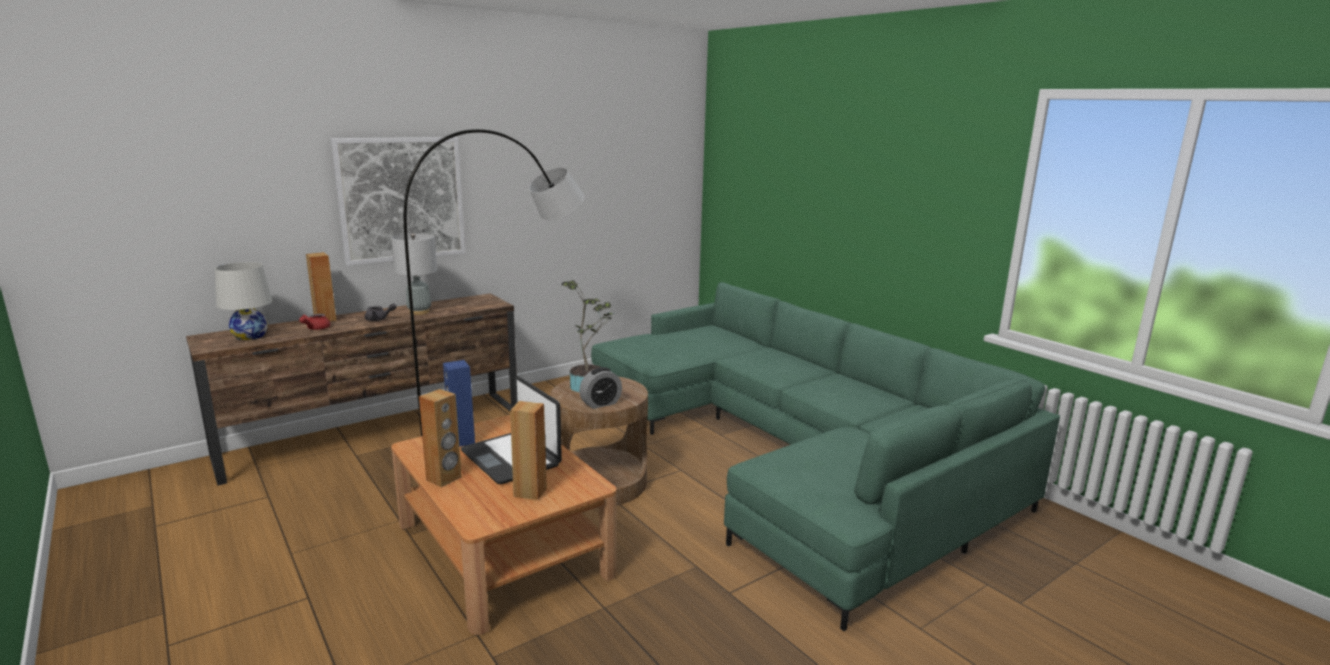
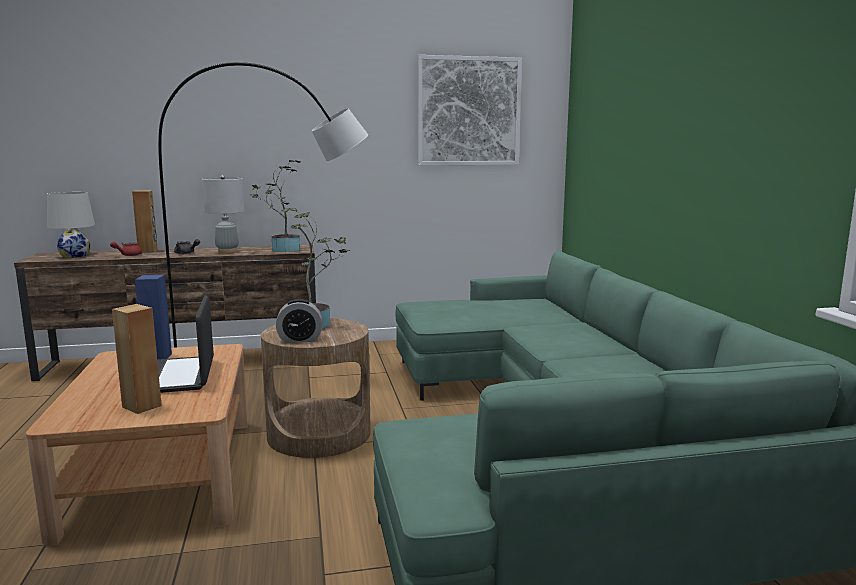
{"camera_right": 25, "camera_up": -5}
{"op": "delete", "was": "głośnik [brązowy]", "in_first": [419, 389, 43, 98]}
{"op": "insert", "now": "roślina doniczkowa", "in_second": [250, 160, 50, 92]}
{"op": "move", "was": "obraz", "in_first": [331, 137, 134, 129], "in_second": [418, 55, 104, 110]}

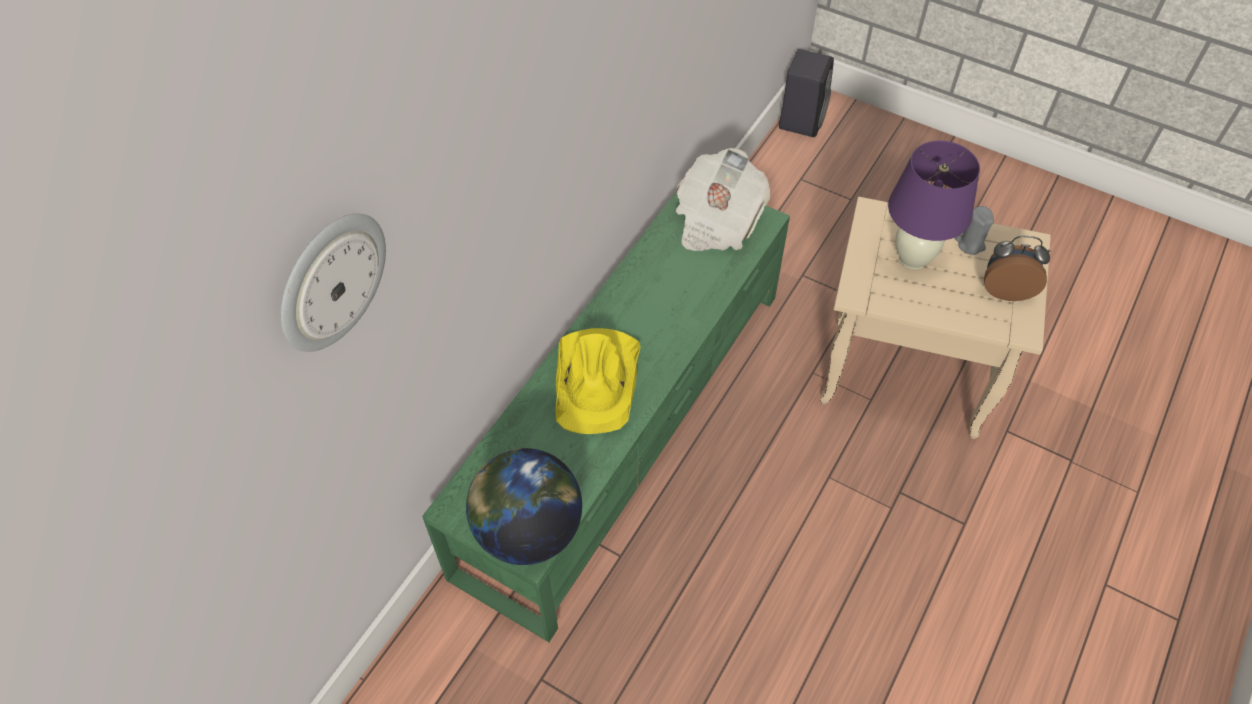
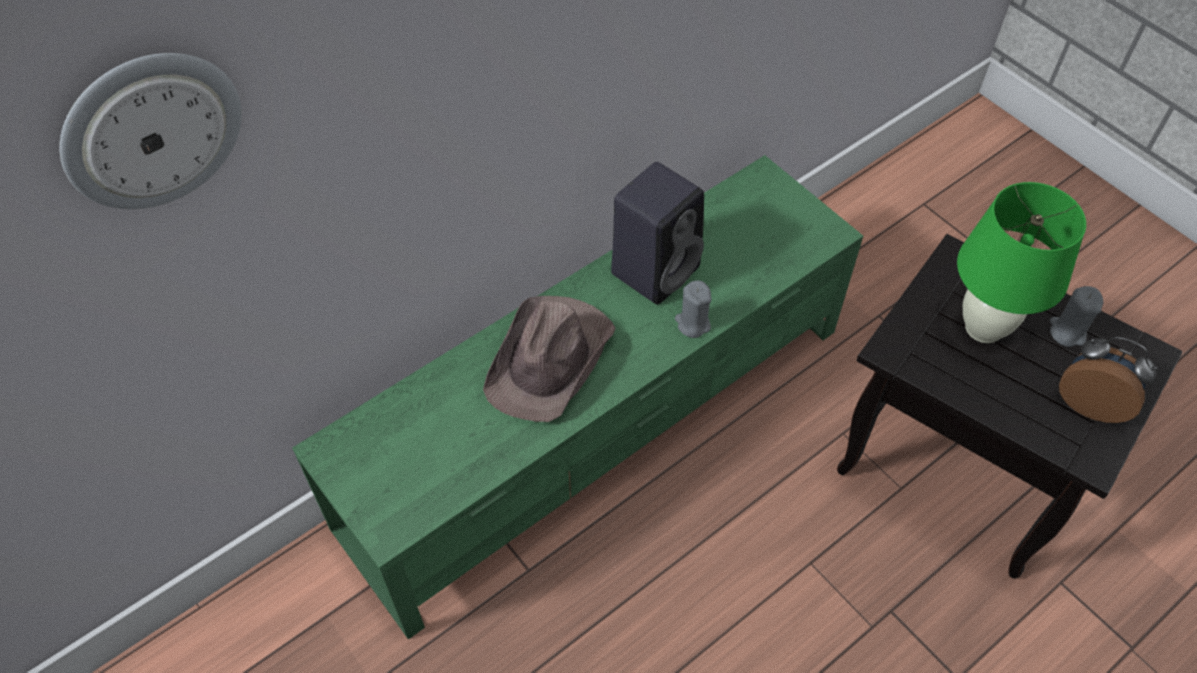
{"camera_right": 20, "camera_up": 0}
{"op": "delete", "was": "globus", "in_first": [466, 448, 116, 117]}
{"op": "delete", "was": "gazeta", "in_first": [676, 148, 94, 103]}
{"op": "insert", "now": "świeca [szary]", "in_second": [675, 281, 37, 57]}
{"op": "move", "was": "głośnik [czarny]", "in_first": [779, 49, 55, 88], "in_second": [611, 162, 93, 143]}
{"op": "recolor", "was": "kapelusz [żółty]", "now": "kapelusz [brązowy]", "in_first": [556, 328, 85, 106], "in_second": [483, 296, 133, 126]}
{"op": "recolor", "was": "stolik [beżowy]", "now": "stolik [czarny]", "in_first": [820, 197, 231, 242], "in_second": [837, 234, 346, 345]}
{"op": "recolor", "was": "lampa stołowa [fioletowy]", "now": "lampa stołowa [zielony]", "in_first": [888, 141, 92, 128], "in_second": [957, 182, 129, 161]}

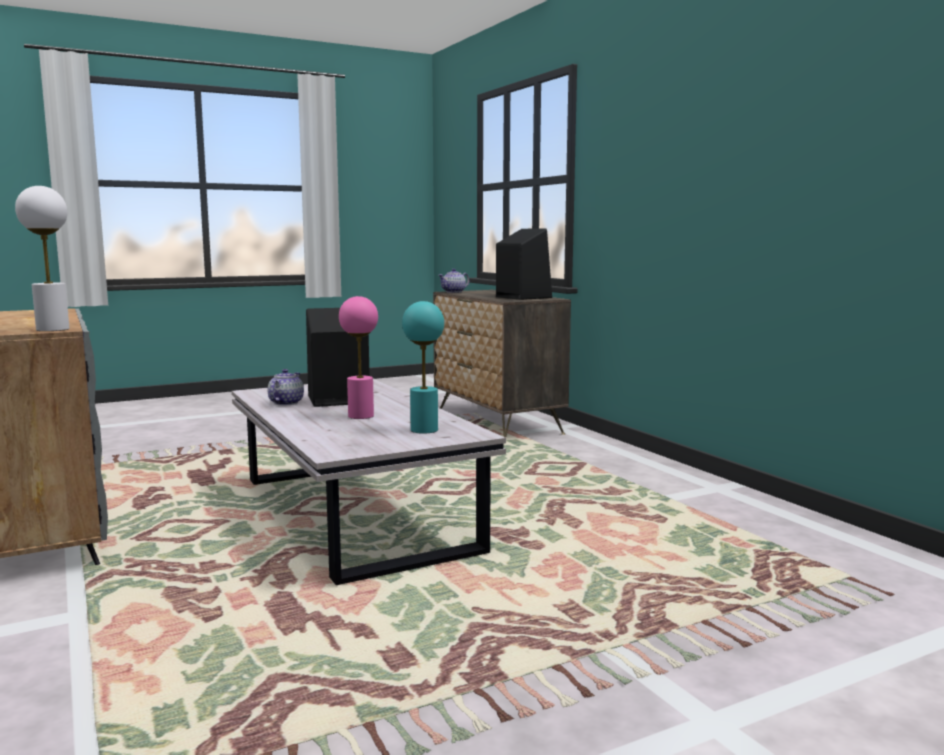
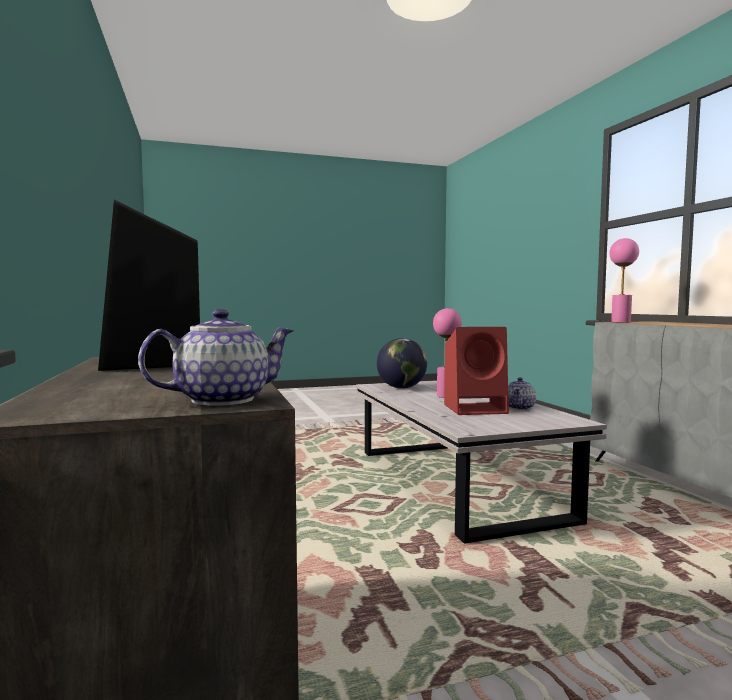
{"camera_right": -170, "camera_up": -5}
{"op": "replace", "was": "lampa stołowa [turkusowy]", "now": "globus", "in_first": [402, 301, 42, 133], "in_second": [377, 338, 50, 51]}
{"op": "recolor", "was": "lampa stołowa [biały]", "now": "lampa stołowa [różowy]", "in_first": [15, 186, 54, 145], "in_second": [609, 238, 30, 85]}
{"op": "recolor", "was": "głośnik [czarny]", "now": "głośnik [czerwony]", "in_first": [306, 308, 64, 99], "in_second": [444, 327, 65, 88]}

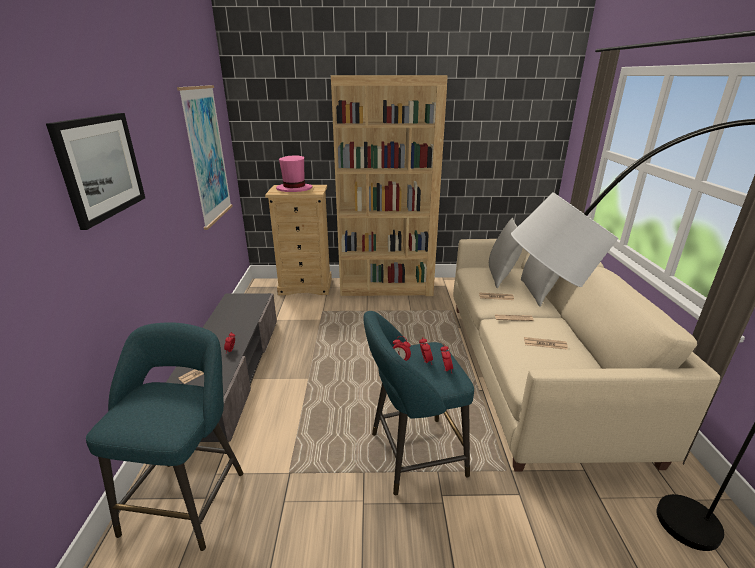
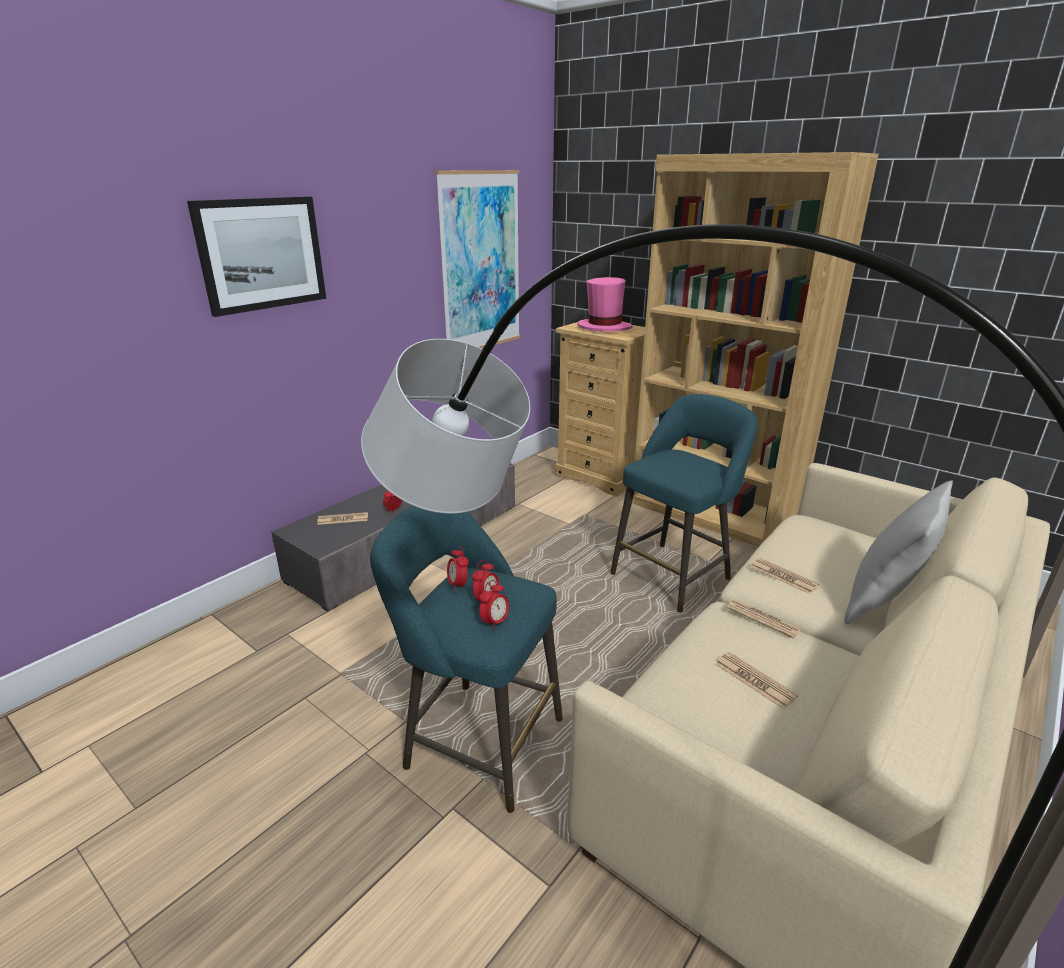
{"camera_right": 40, "camera_up": 0}
{"op": "delete", "was": "poduszka [szary]", "in_first": [489, 218, 34, 70]}
{"op": "move", "was": "stołek [turkusowy]", "in_first": [86, 322, 157, 229], "in_second": [610, 394, 148, 219]}

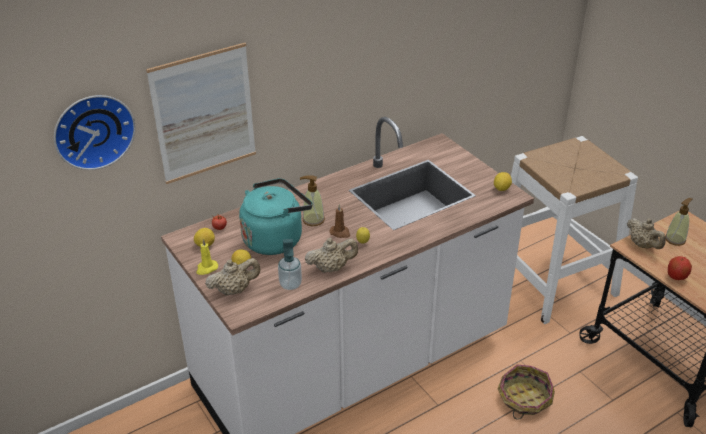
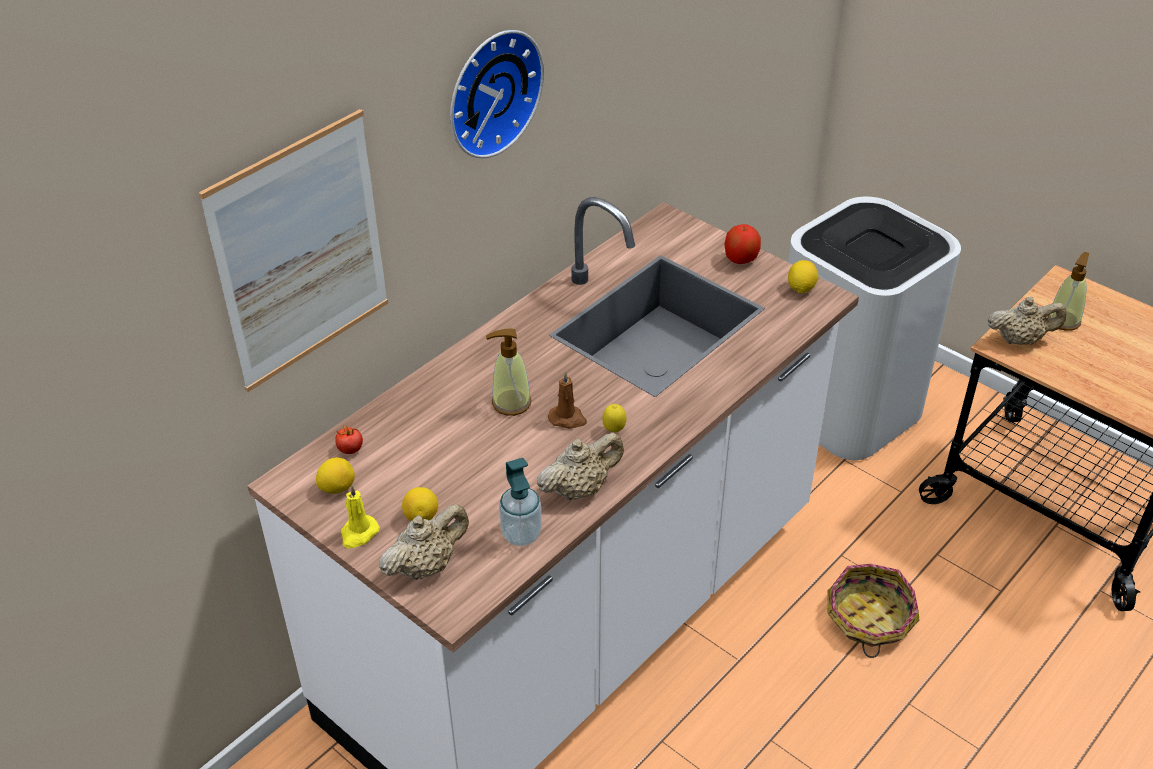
{"camera_right": -15, "camera_up": 5}
{"op": "delete", "was": "czajnik [turkusowy]", "in_first": [239, 178, 74, 77]}
{"op": "move", "was": "zegar ścienny", "in_first": [54, 95, 82, 75], "in_second": [450, 30, 94, 128]}
{"op": "move", "was": "jabłko", "in_first": [668, 256, 24, 24], "in_second": [724, 224, 37, 40]}
{"op": "replace", "was": "stołek [biały]", "now": "kosz na śmieci [biały]", "in_first": [511, 136, 127, 188], "in_second": [788, 197, 173, 263]}
{"op": "rotate", "was": "imbryk [beżowy]", "in_first": [627, 218, 39, 31], "in_second": [988, 297, 79, 48], "clockwise": -45}

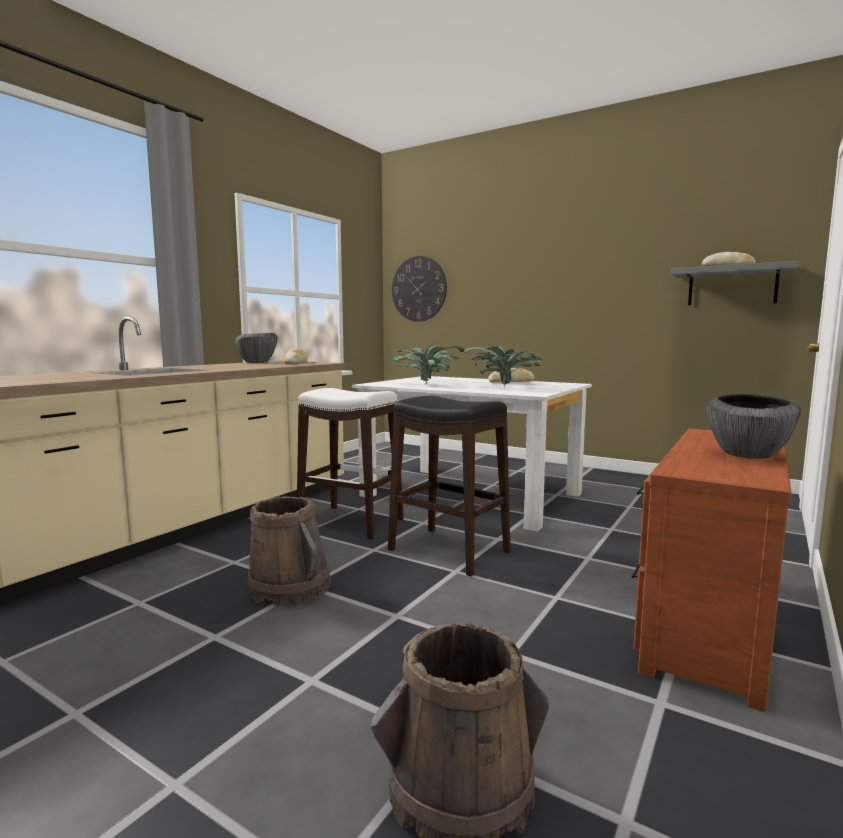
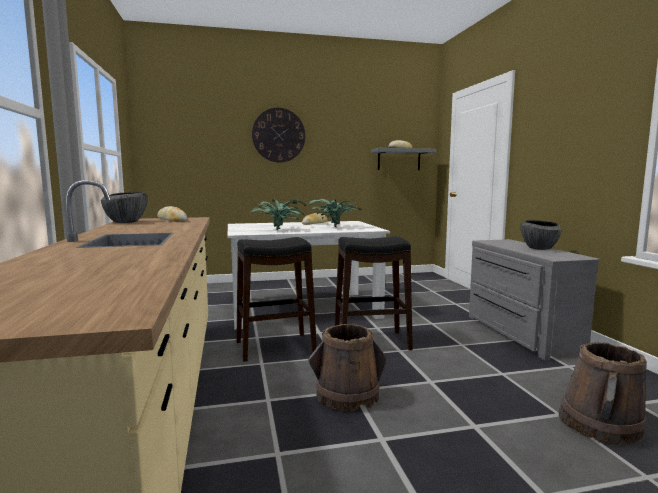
{"camera_right": -45, "camera_up": 0}
{"op": "move", "was": "zegar ścienny", "in_first": [392, 256, 55, 66], "in_second": [252, 108, 53, 55]}
{"op": "recolor", "was": "stołek [biały]", "now": "stołek [czarny]", "in_first": [297, 388, 107, 152], "in_second": [236, 237, 81, 125]}
{"op": "recolor", "was": "komoda [brązowy]", "now": "komoda [szary]", "in_first": [632, 428, 160, 284], "in_second": [469, 239, 130, 121]}

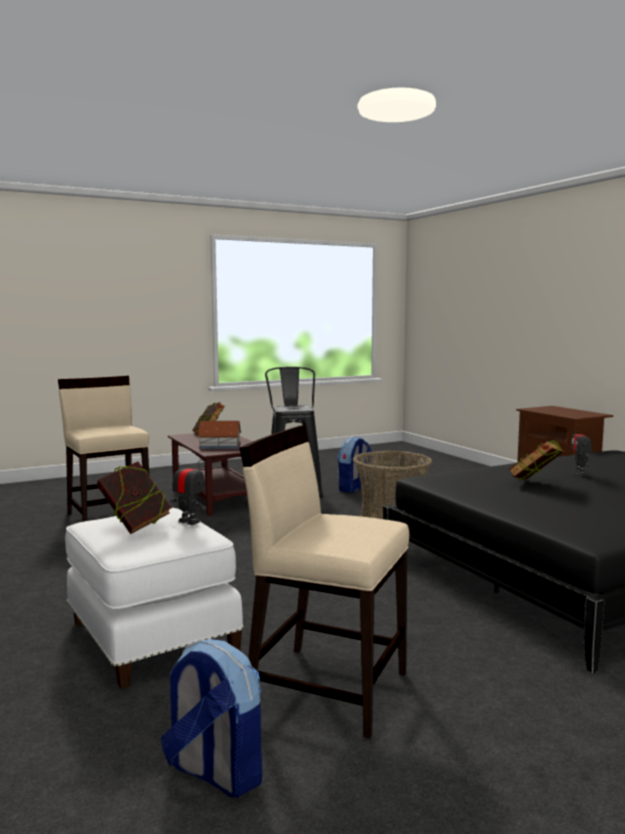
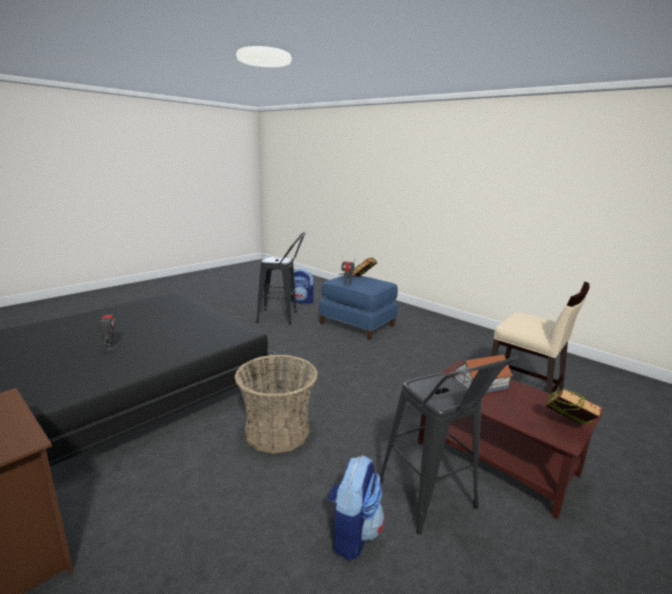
{"camera_right": 160, "camera_up": 10}
{"op": "delete", "was": "książka", "in_first": [509, 441, 55, 39]}
{"op": "replace", "was": "krzesło [beżowy]", "now": "stołek [czarny]", "in_first": [240, 425, 169, 314], "in_second": [256, 232, 50, 93]}
{"op": "recolor", "was": "pufa [biały]", "now": "pufa [niebieski]", "in_first": [65, 508, 179, 181], "in_second": [318, 275, 80, 65]}

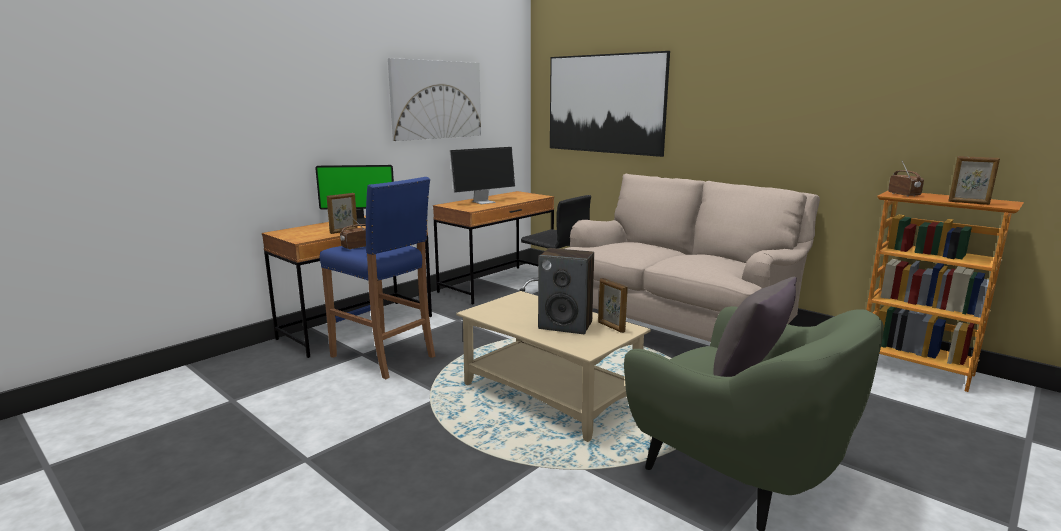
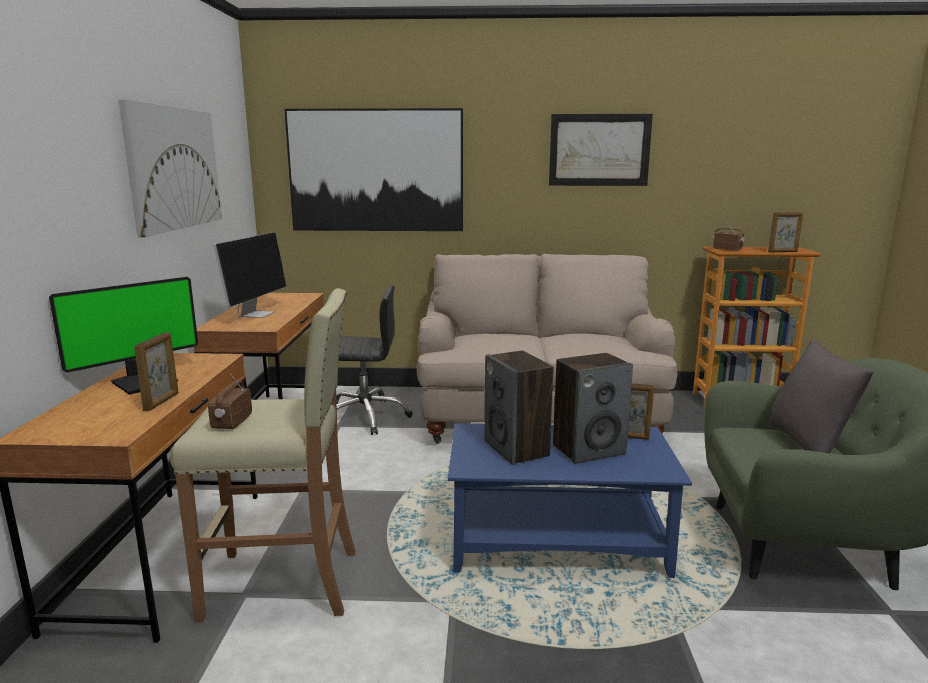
{"camera_right": -40, "camera_up": 0}
{"op": "insert", "now": "głośnik", "in_second": [485, 351, 68, 114]}
{"op": "insert", "now": "obraz", "in_second": [549, 114, 104, 72]}
{"op": "recolor", "was": "stołek [niebieski]", "now": "stołek [beżowy]", "in_first": [320, 177, 115, 202], "in_second": [170, 288, 186, 334]}
{"op": "recolor", "was": "ława [beżowy]", "now": "ława [niebieski]", "in_first": [456, 291, 195, 151], "in_second": [448, 423, 244, 155]}

